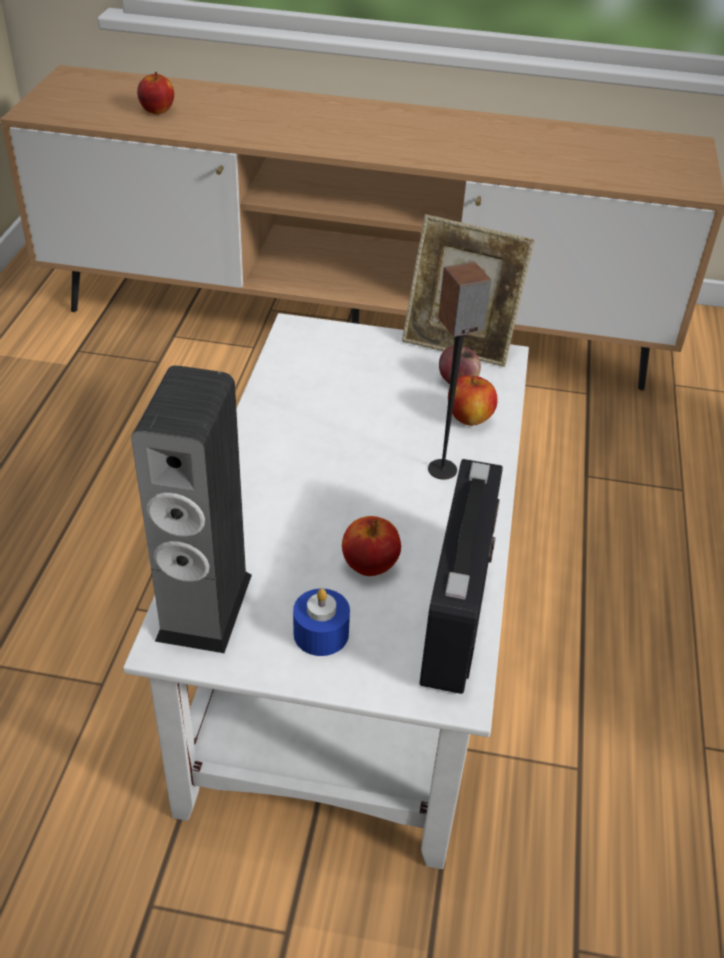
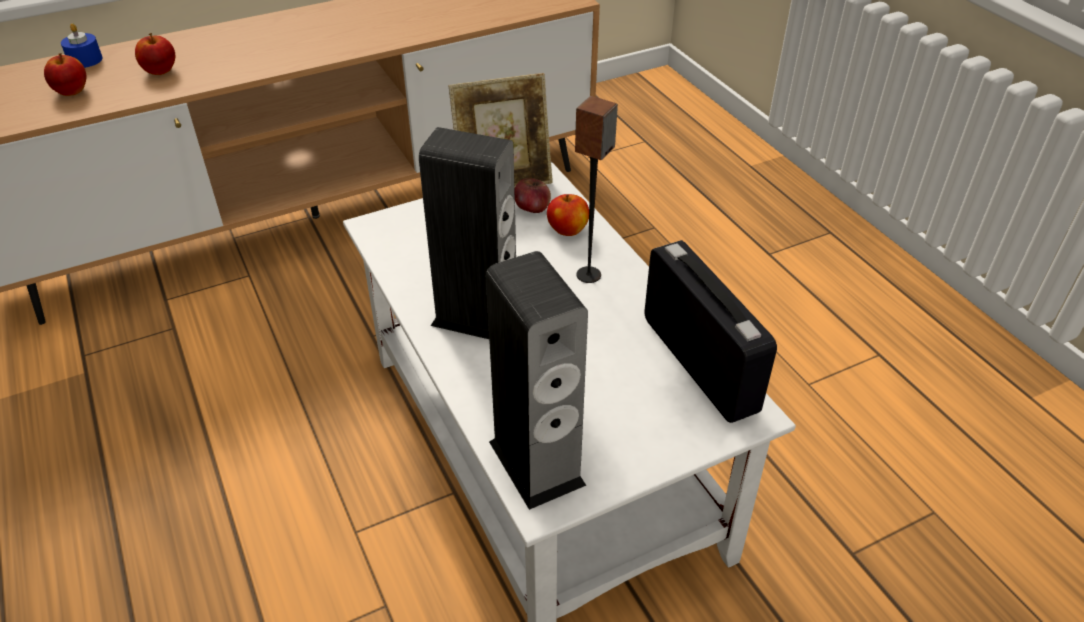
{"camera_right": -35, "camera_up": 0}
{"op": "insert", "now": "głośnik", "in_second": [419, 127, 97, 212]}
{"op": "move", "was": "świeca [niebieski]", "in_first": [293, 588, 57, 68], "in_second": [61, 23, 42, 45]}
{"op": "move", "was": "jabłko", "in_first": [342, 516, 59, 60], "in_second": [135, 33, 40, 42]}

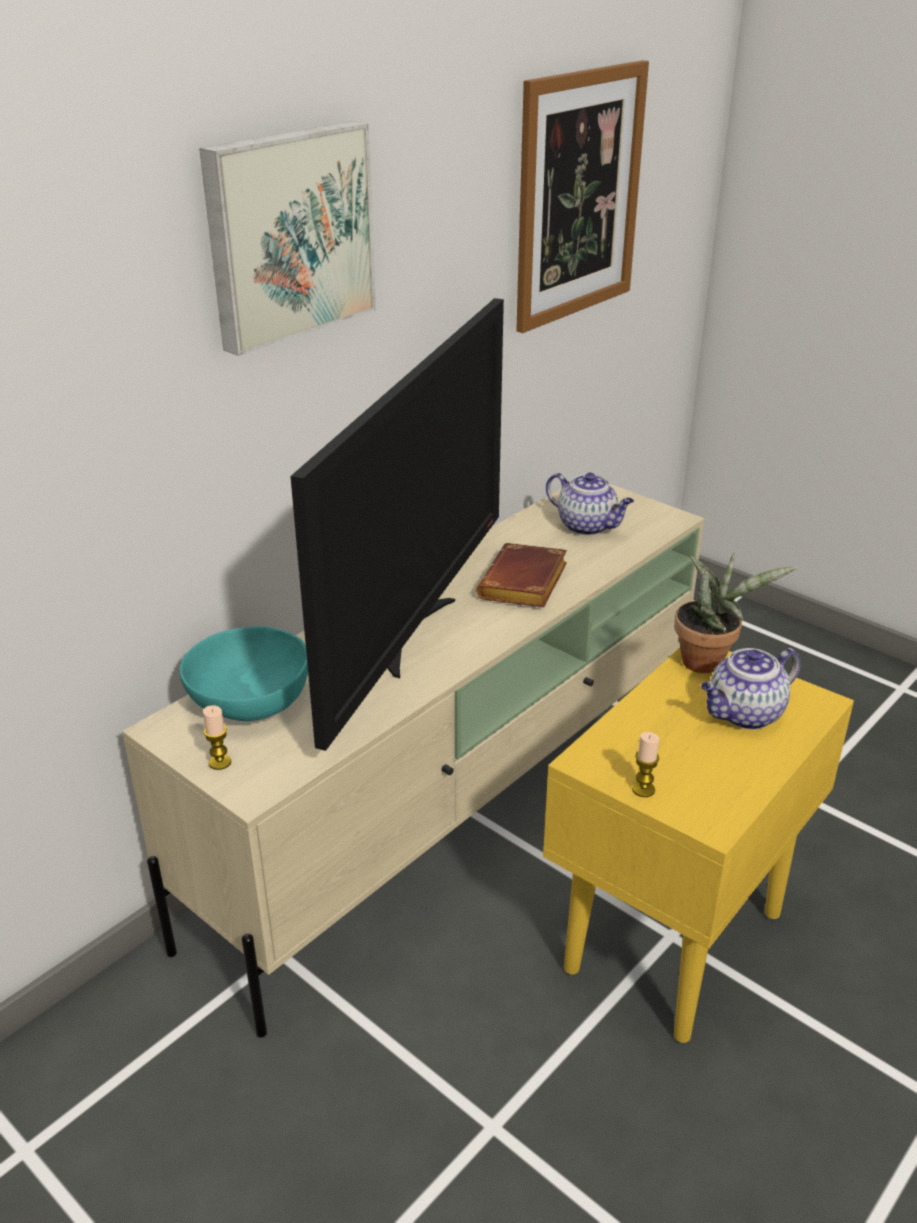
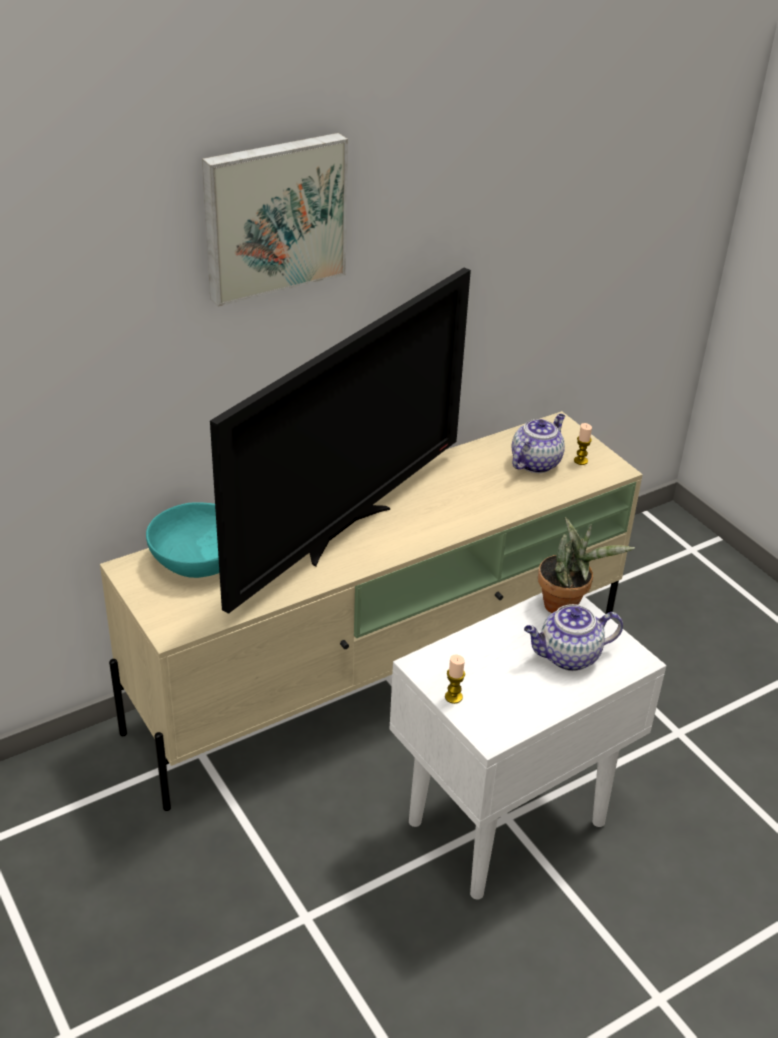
{"camera_right": 15, "camera_up": 5}
{"op": "delete", "was": "książka [brązowy]", "in_first": [477, 543, 90, 64]}
{"op": "delete", "was": "obraz", "in_first": [516, 60, 133, 273]}
{"op": "move", "was": "świeca", "in_first": [203, 705, 28, 65], "in_second": [574, 423, 18, 42]}
{"op": "recolor", "was": "stolik [żółty]", "now": "stolik [biały]", "in_first": [543, 648, 311, 395], "in_second": [389, 593, 278, 307]}
{"op": "rotate", "was": "imbryk", "in_first": [546, 473, 88, 62], "in_second": [512, 414, 53, 59], "clockwise": -105}

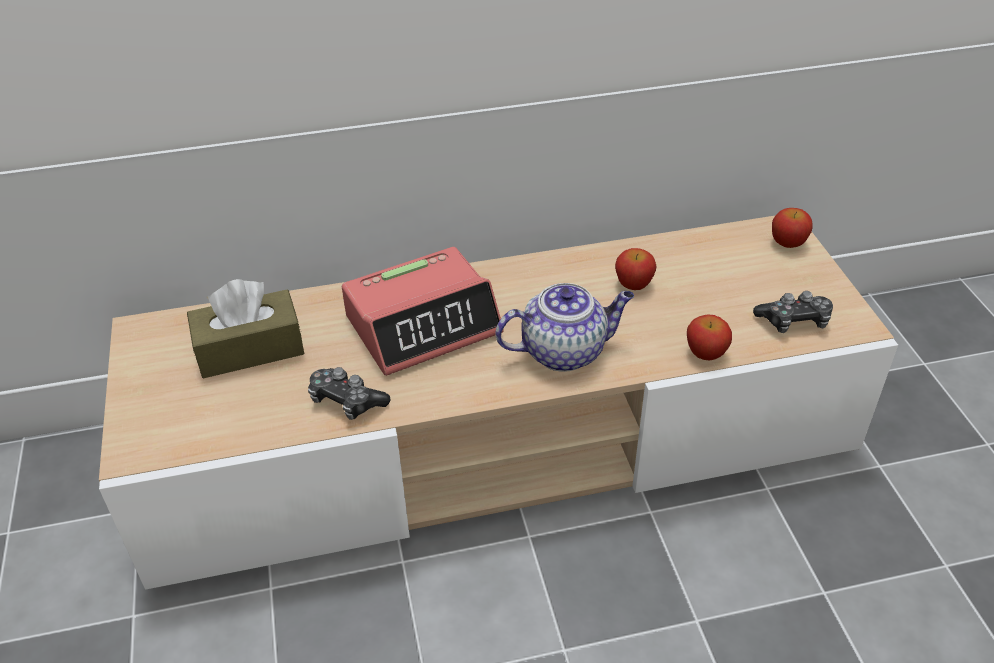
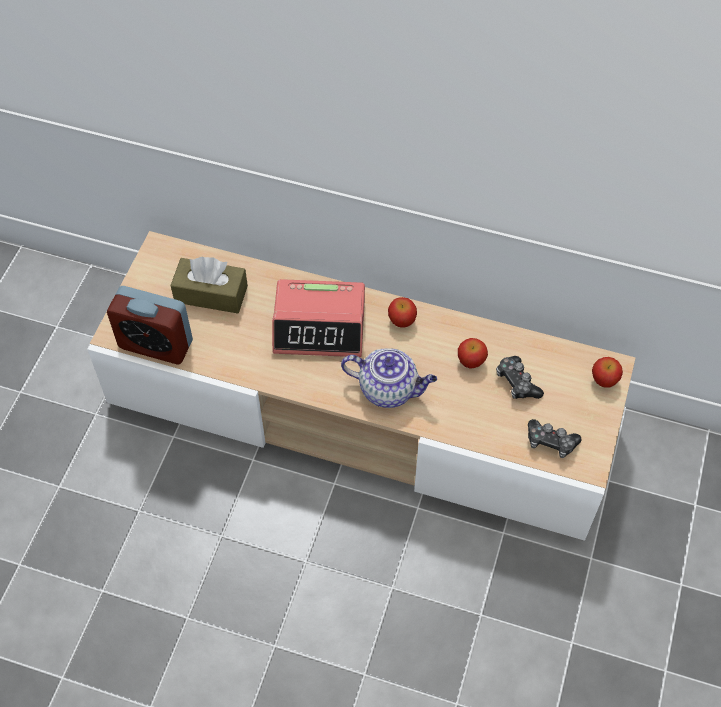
{"camera_right": 30, "camera_up": 15}
{"op": "insert", "now": "budzik", "in_second": [107, 286, 86, 79]}
{"op": "move", "was": "pad do gier", "in_first": [308, 367, 82, 53], "in_second": [496, 356, 48, 43]}
{"op": "move", "was": "jabłko", "in_first": [687, 314, 45, 46], "in_second": [388, 297, 29, 30]}

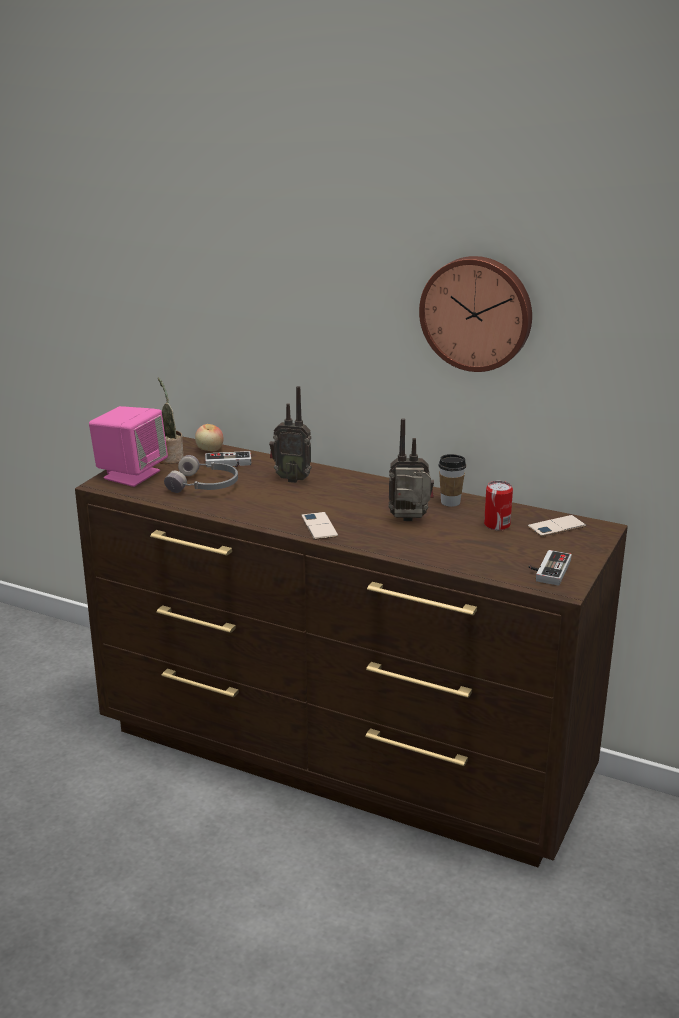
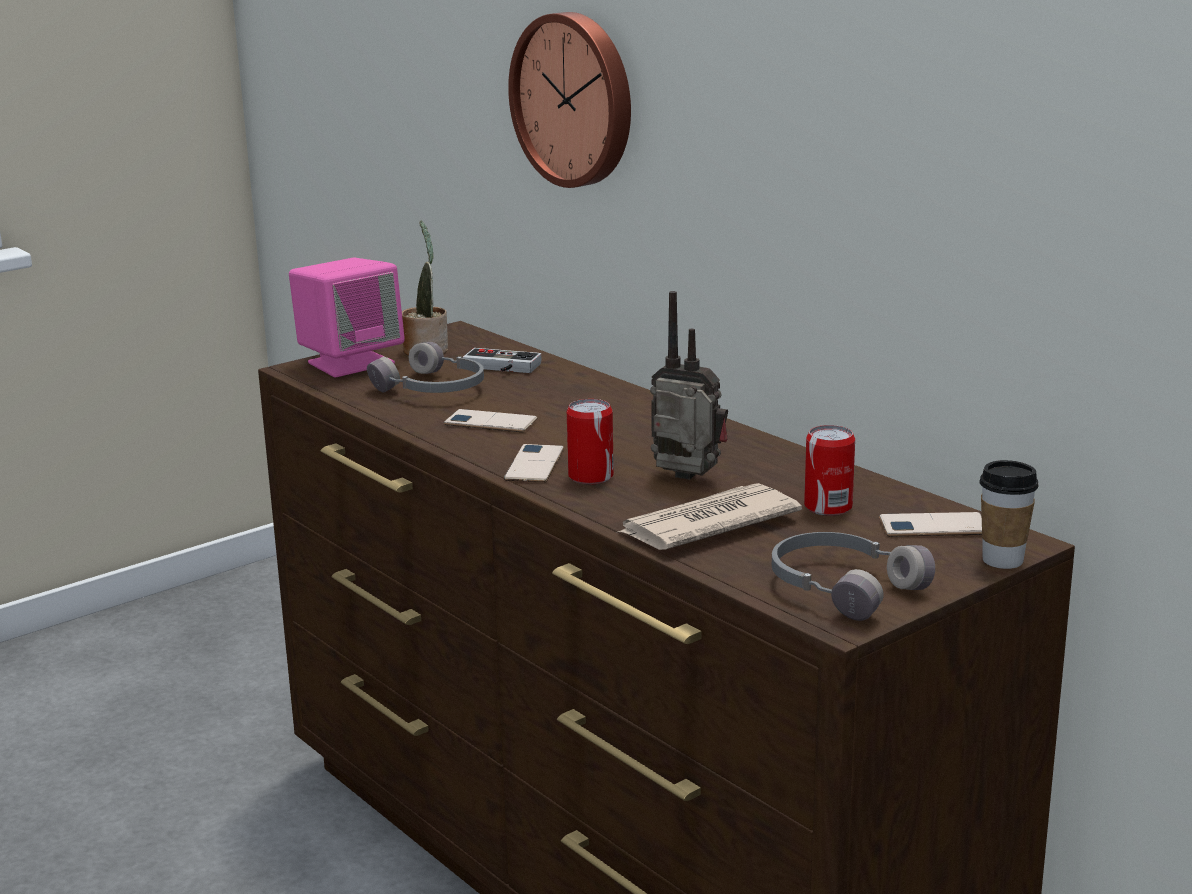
{"camera_right": 25, "camera_up": -5}
{"op": "delete", "was": "jabłko", "in_first": [195, 424, 29, 27]}
{"op": "delete", "was": "radio", "in_first": [269, 386, 43, 97]}
{"op": "insert", "now": "telefon", "in_second": [444, 409, 93, 23]}
{"op": "insert", "now": "puszka", "in_second": [567, 399, 47, 85]}
{"op": "insert", "now": "gazeta", "in_second": [616, 483, 186, 67]}
{"op": "move", "was": "zegar ścienny", "in_first": [419, 256, 113, 116], "in_second": [508, 12, 123, 176]}
{"op": "move", "was": "filiżanka", "in_first": [438, 454, 28, 53], "in_second": [980, 460, 59, 109]}
{"op": "replace", "was": "pad do gier", "now": "słuchawki [szary]", "in_first": [529, 550, 43, 36], "in_second": [772, 532, 163, 89]}

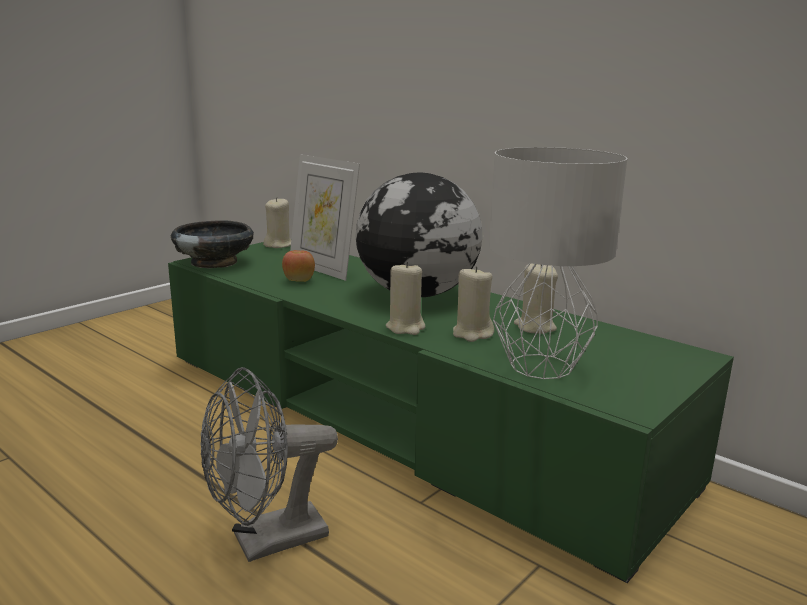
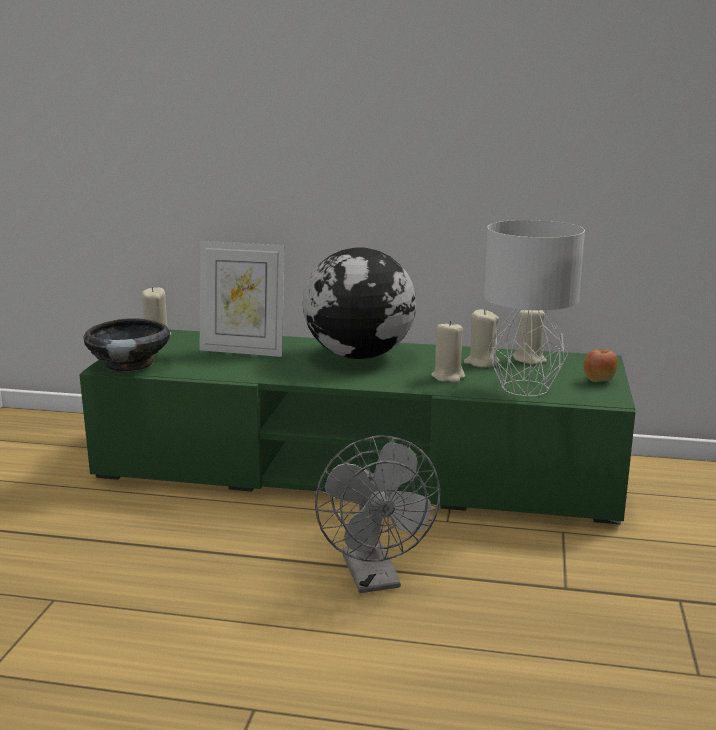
{"camera_right": -30, "camera_up": 0}
{"op": "move", "was": "jabłko", "in_first": [282, 250, 33, 32], "in_second": [584, 349, 34, 33]}
{"op": "move", "was": "świeca [beżowy]", "in_first": [386, 261, 39, 74], "in_second": [513, 310, 34, 55]}
{"op": "rotate", "was": "wentylator [szary]", "in_first": [200, 367, 138, 195], "in_second": [315, 436, 126, 157], "clockwise": -45}

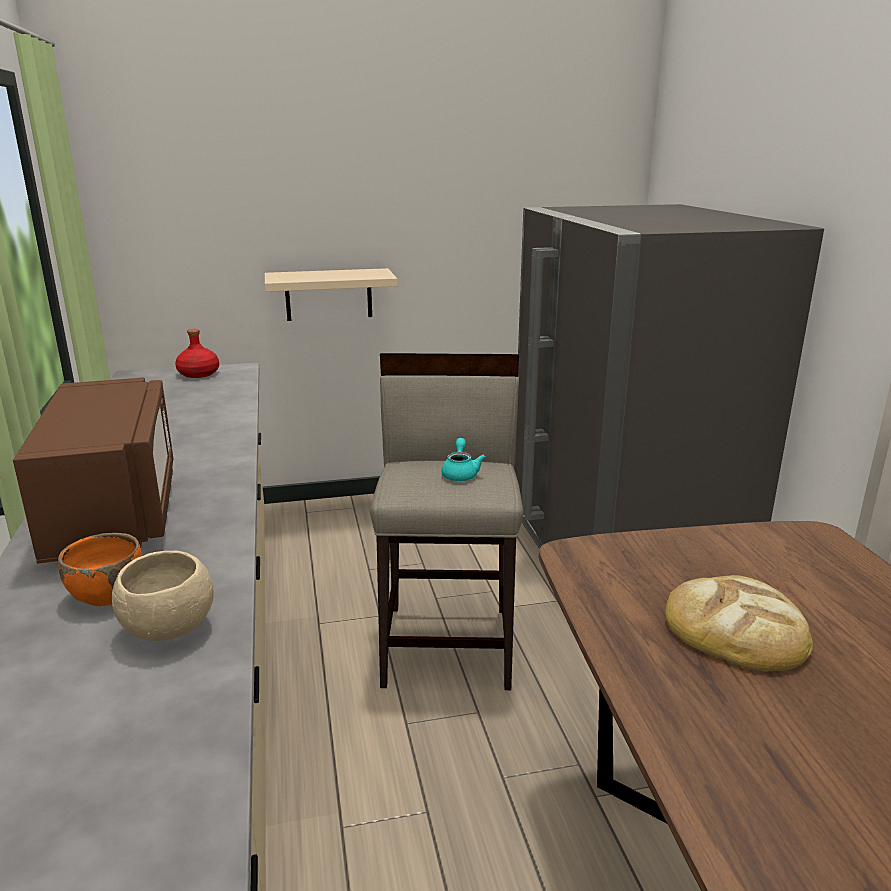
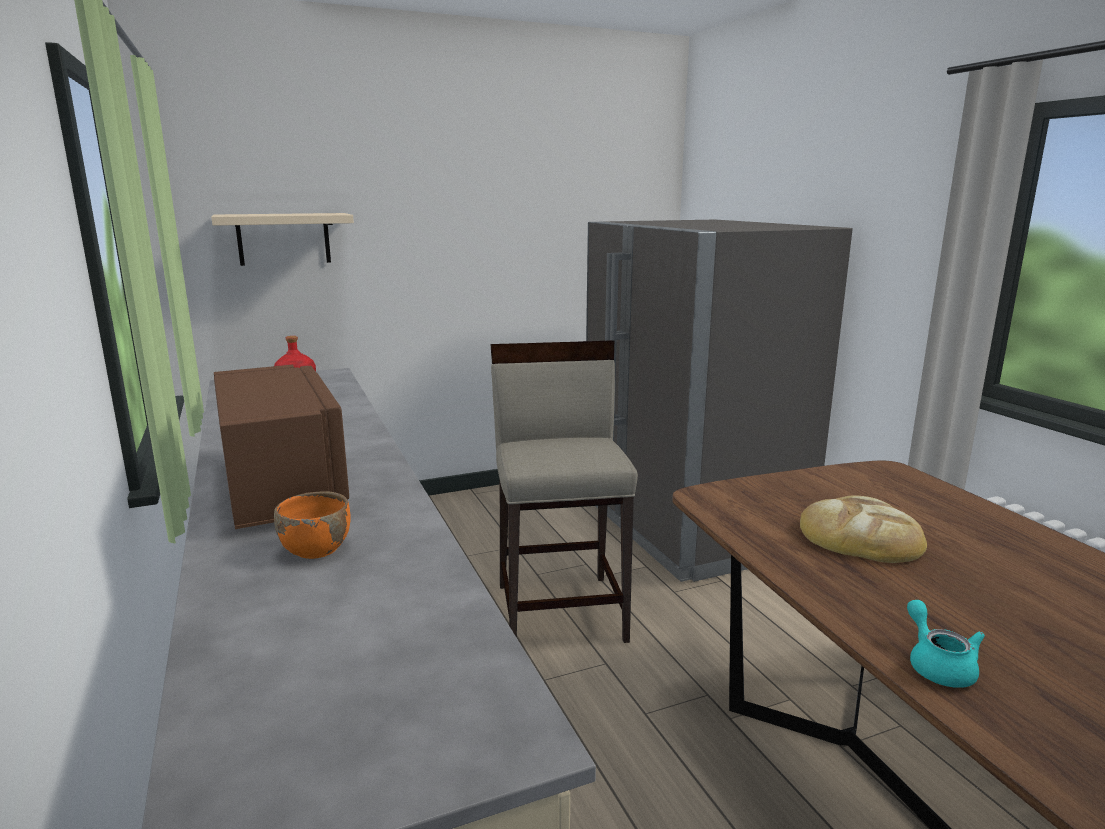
{"camera_right": -10, "camera_up": -5}
{"op": "delete", "was": "miska [beżowy]", "in_first": [112, 551, 101, 90]}
{"op": "move", "was": "półka [beżowy]", "in_first": [265, 268, 133, 53], "in_second": [211, 213, 143, 53]}
{"op": "move", "was": "imbryk [turkusowy]", "in_first": [442, 438, 44, 43], "in_second": [907, 600, 78, 88]}

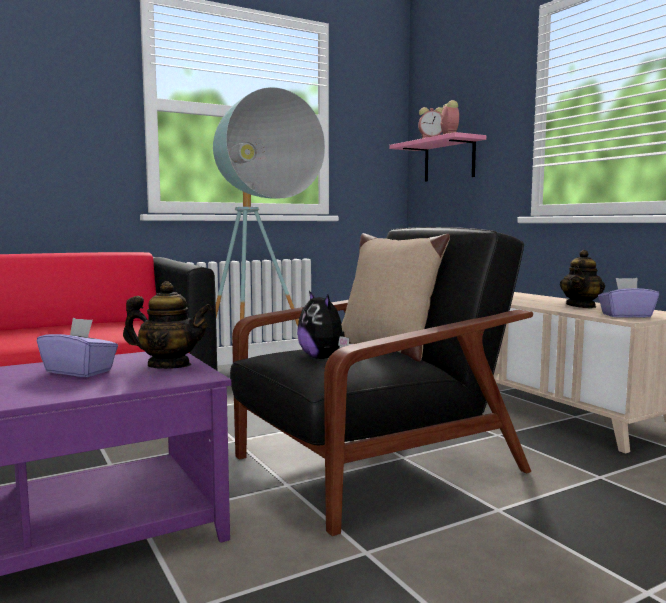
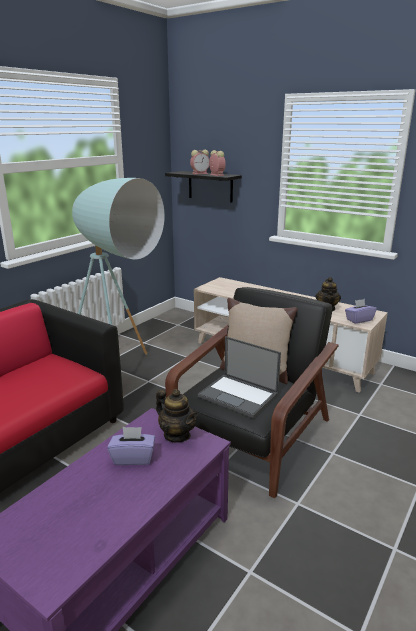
{"camera_right": -25, "camera_up": 15}
{"op": "replace", "was": "pluszak", "now": "laptop", "in_first": [297, 291, 52, 68], "in_second": [198, 336, 83, 82]}
{"op": "recolor", "was": "półka [różowy]", "now": "półka [czarny]", "in_first": [389, 132, 97, 50], "in_second": [165, 171, 77, 32]}
{"op": "rotate", "was": "imbryk", "in_first": [123, 281, 89, 88], "in_second": [156, 389, 42, 54], "clockwise": 60}

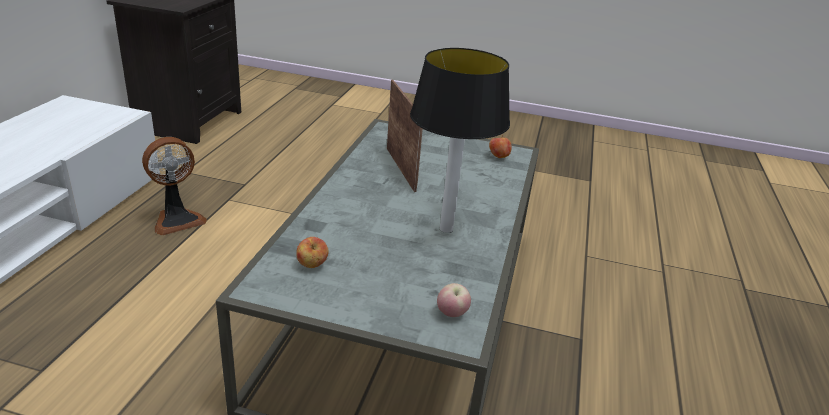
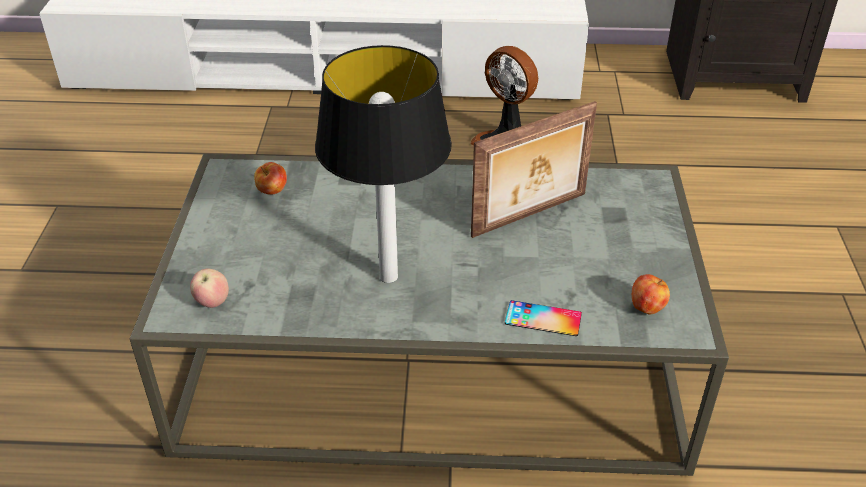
{"camera_right": 80, "camera_up": 10}
{"op": "insert", "now": "telefon", "in_second": [505, 300, 77, 36]}

